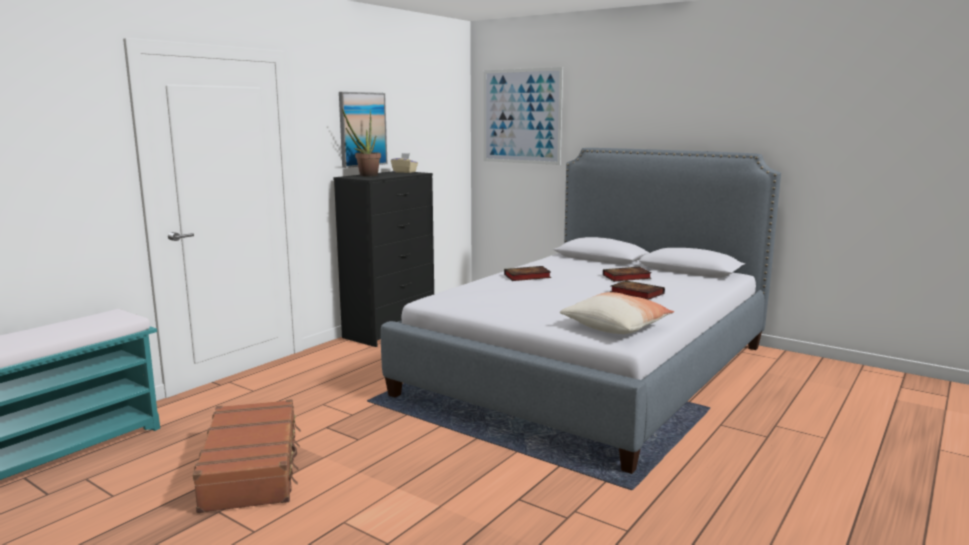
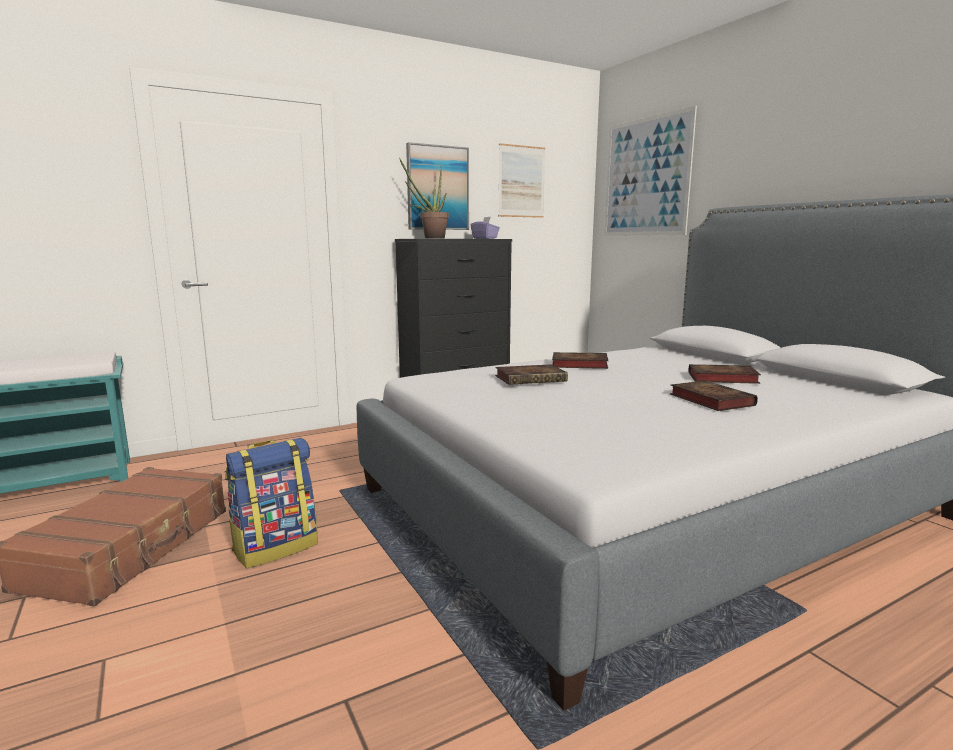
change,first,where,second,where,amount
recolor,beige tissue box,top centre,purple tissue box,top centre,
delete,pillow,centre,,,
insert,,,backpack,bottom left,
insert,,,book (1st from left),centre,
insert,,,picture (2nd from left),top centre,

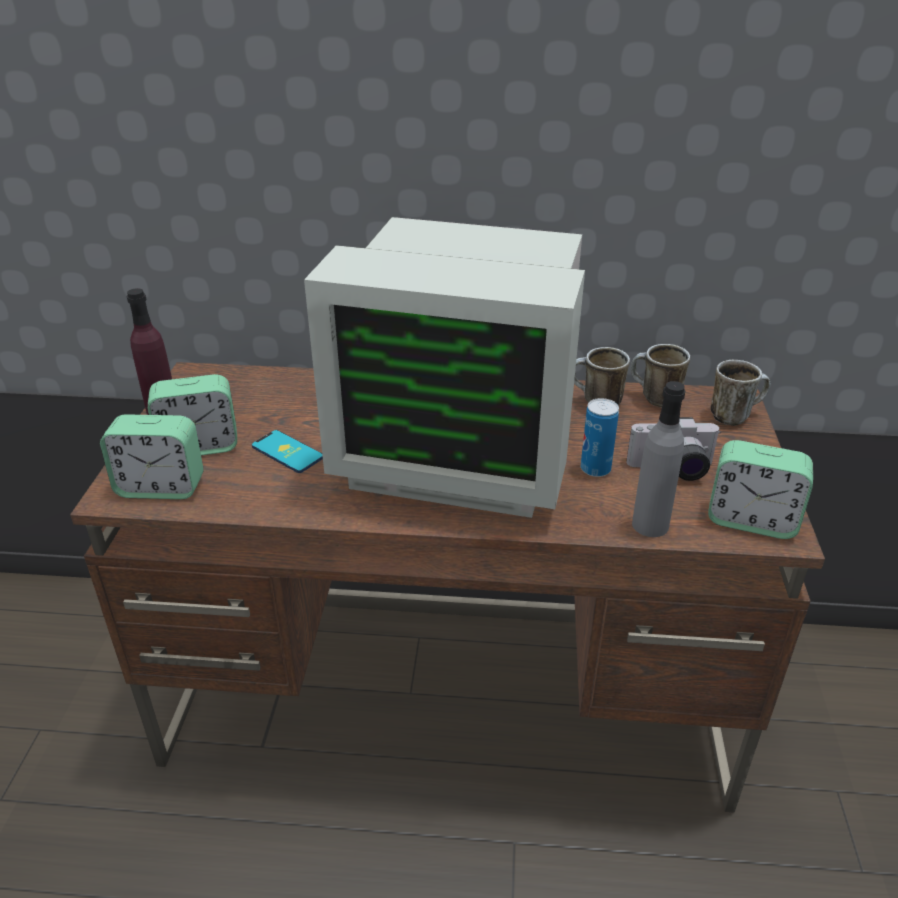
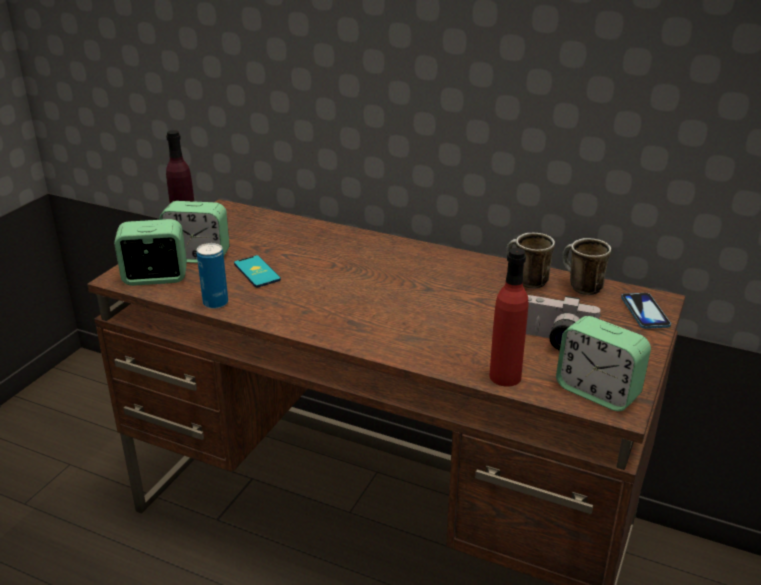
change,first,where,second,where,amount
rotate,alarm clock (1st from left),middle left,,middle left,150 degrees clockwise
delete,monitor,centre,,,
move,can,middle right,,middle left,
recolor,grey bottle,middle right,red bottle,middle right,
replace,mug (3rd from left),middle right,phone (2nd from left),middle right,

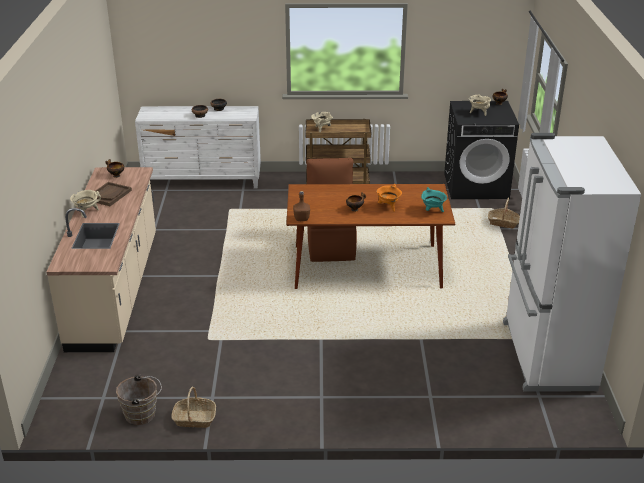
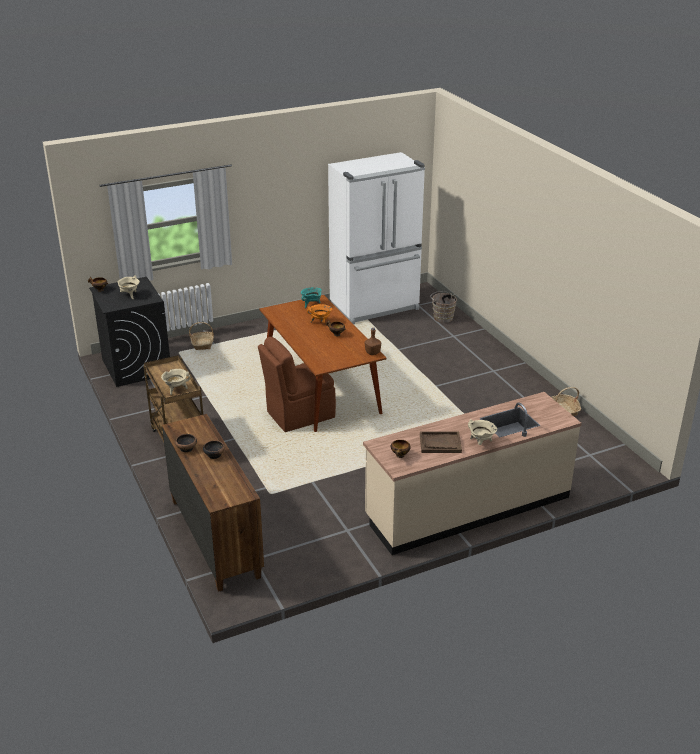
change,first,where,second,where,amount
move,brown bucket,bottom left,,centre,
recolor,white dresser,top left,brown dresser,bottom left,

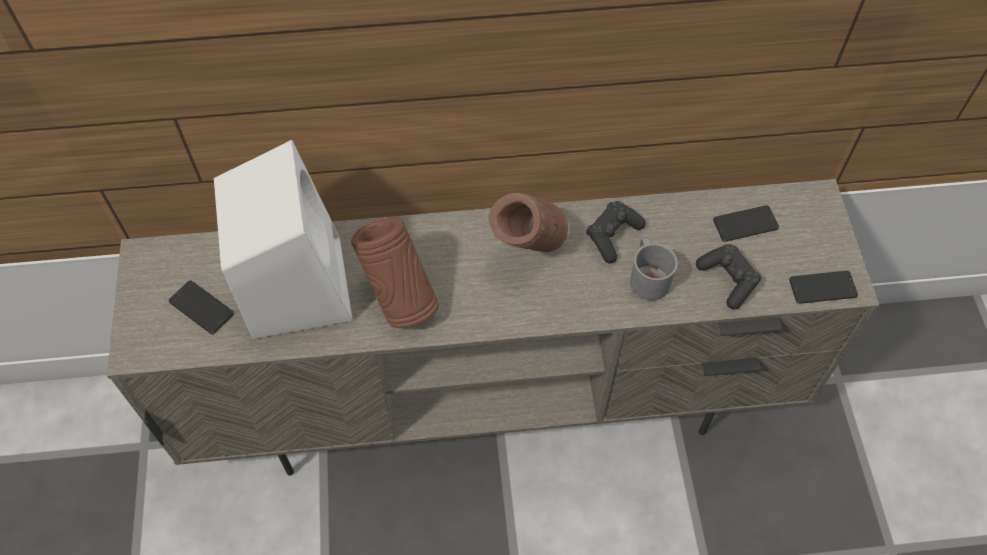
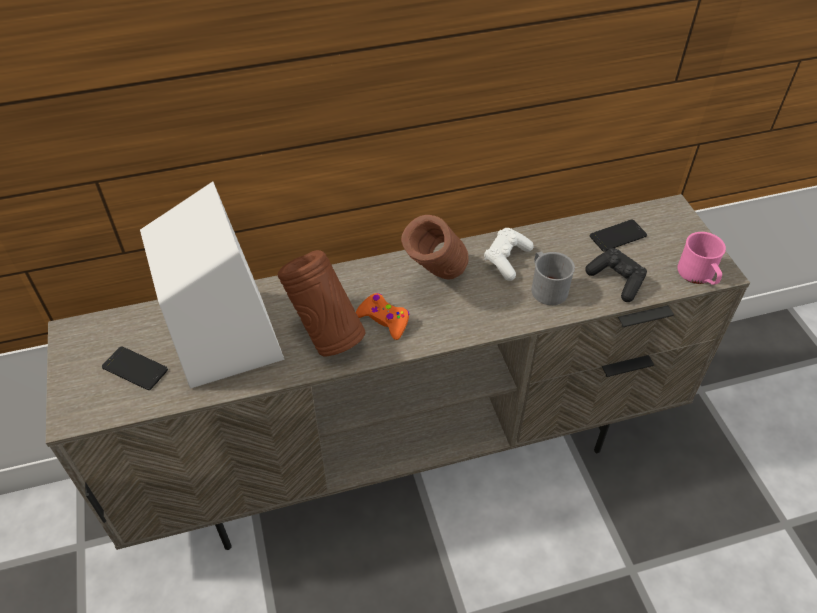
change,first,where,second,where,amount
recolor,black game controller (1st from left),centre,white game controller,centre,
replace,phone (3rd from left),middle right,pink mug,middle right,
insert,,,orange game controller,centre,

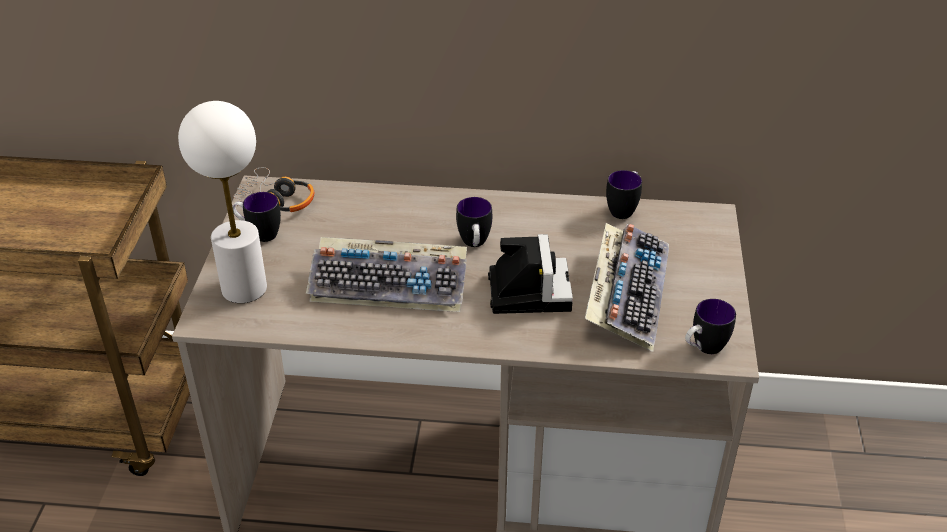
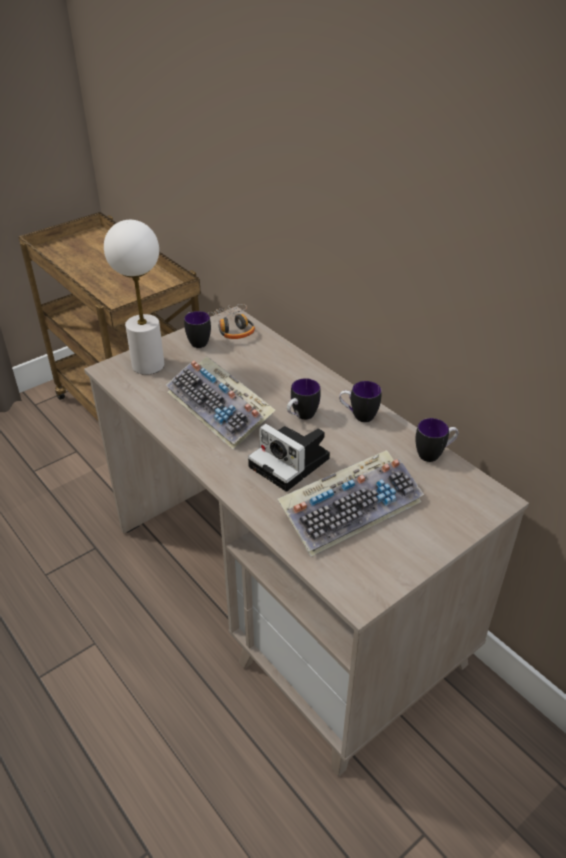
change,first,where,second,where,amount
rotate,photo camera,centre,,centre,90 degrees clockwise
move,mug (4th from left in the first image),middle right,mug (3rd from left),centre,

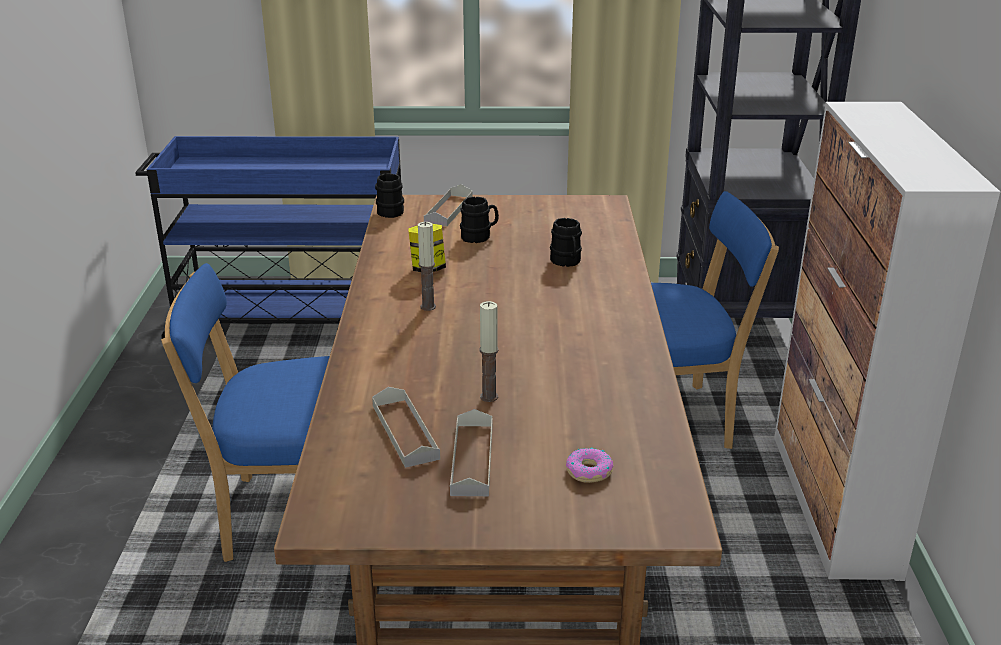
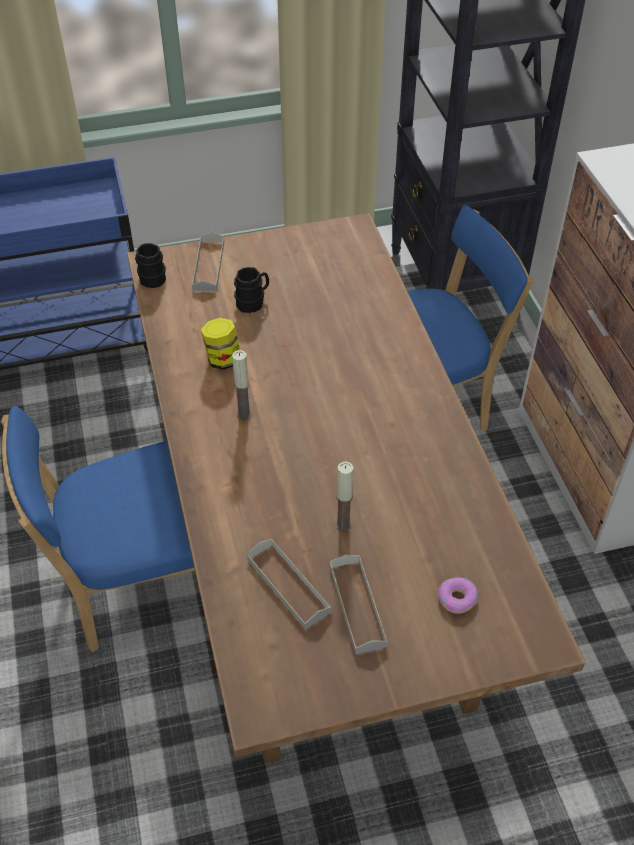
change,first,where,second,where,amount
delete,black mug (3rd from left),centre,,,

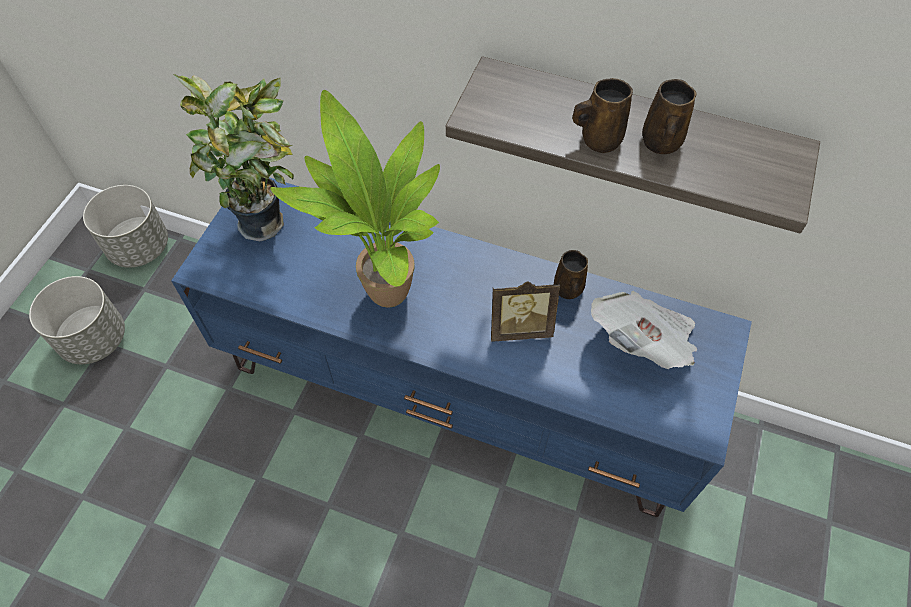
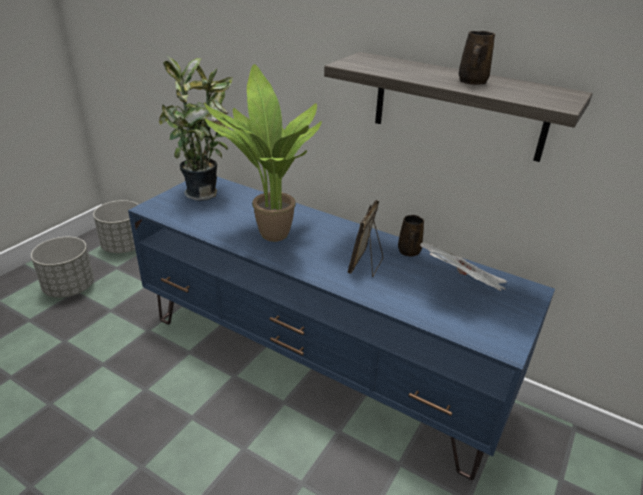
change,first,where,second,where,amount
rotate,picture frame,centre,,centre,105 degrees clockwise
delete,brown mug (2nd from left),top centre,,,

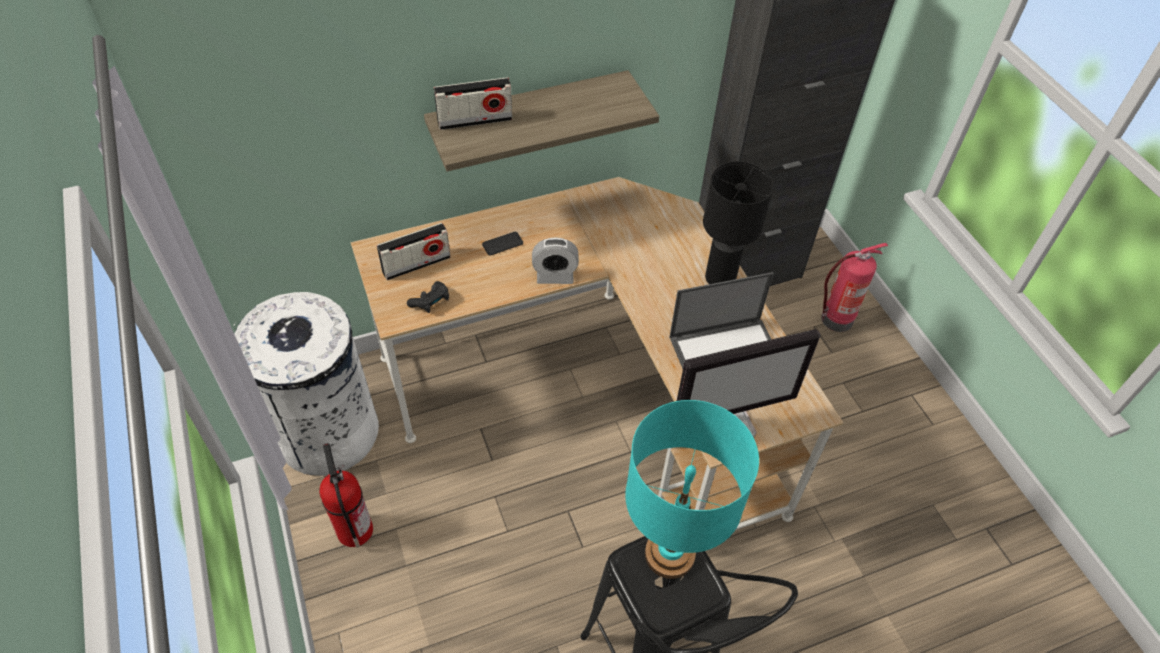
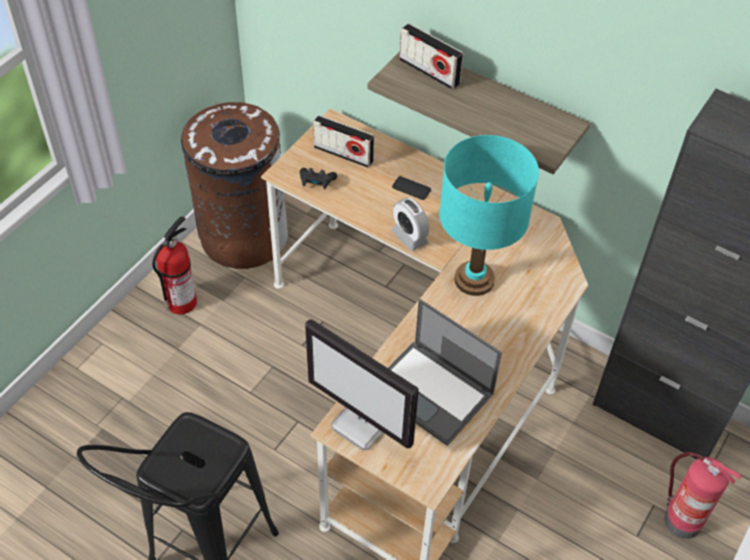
change,first,where,second,where,amount
recolor,white trash can,middle left,brown trash can,top left,
move,turquoise table lamp,bottom centre,,centre,
delete,black table lamp,centre,,,

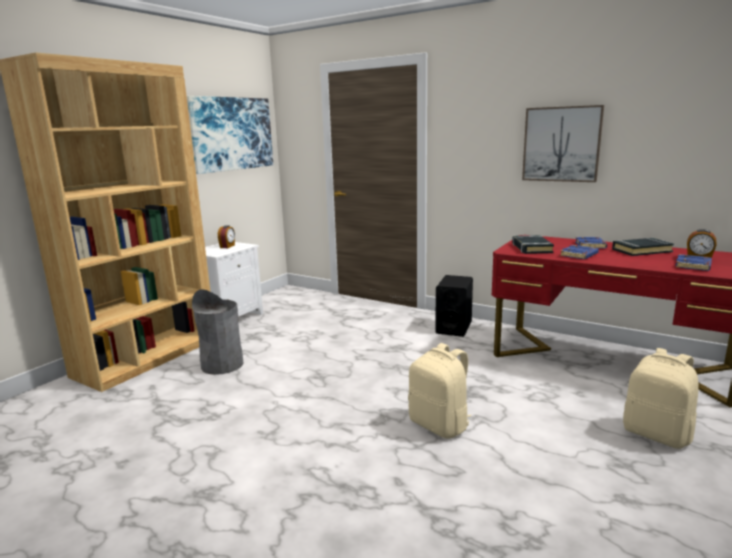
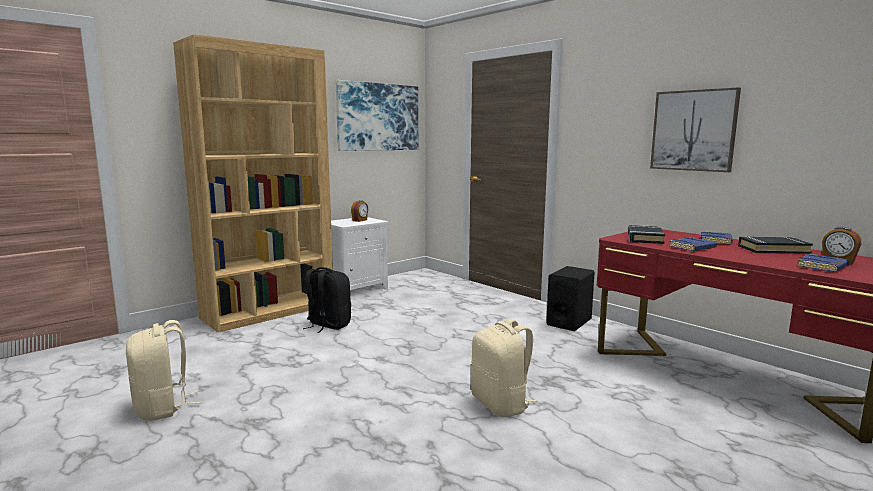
change,first,where,second,where,amount
replace,grey trash can,middle left,black backpack,centre,
move,beige backpack (2nd from left in the first image),bottom right,beige backpack (1st from left),bottom left,

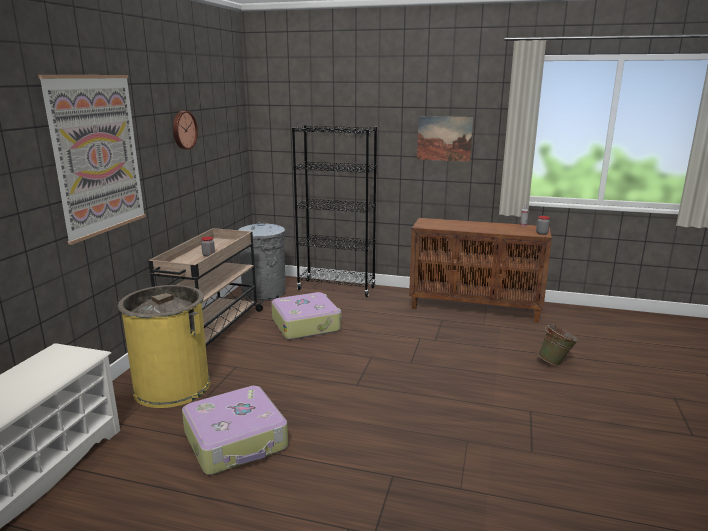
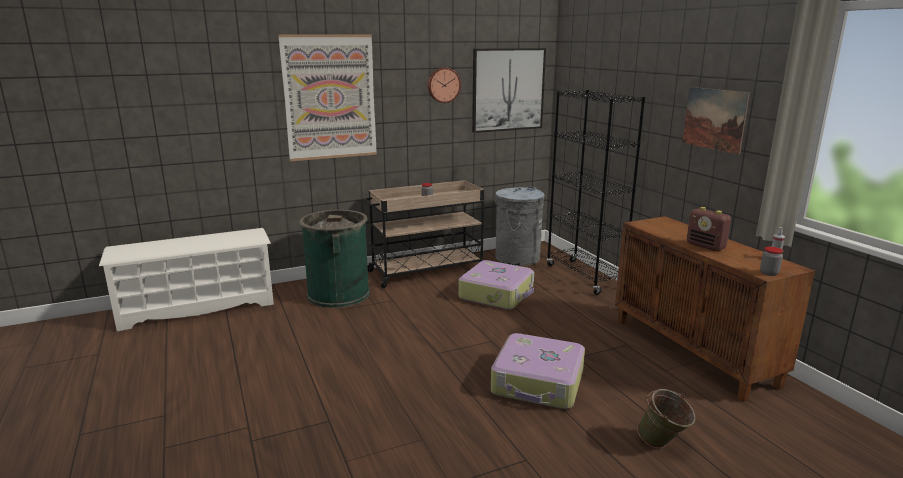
change,first,where,second,where,amount
recolor,yellow trash can,middle left,green trash can,centre,
move,suitcase (1st from left in the first image),bottom left,suitcase (2nd from left),bottom centre,
insert,,,picture (2nd from left),top centre,
insert,,,radio,middle right,

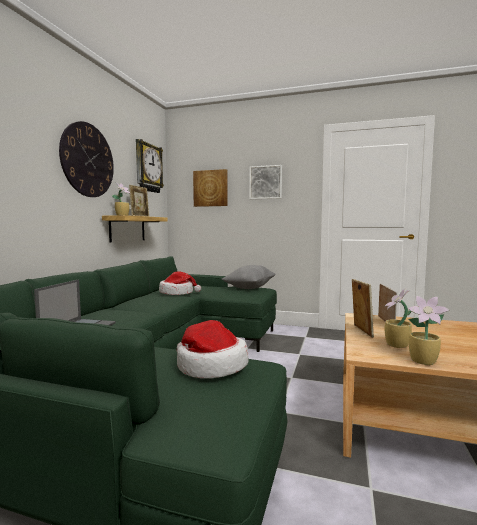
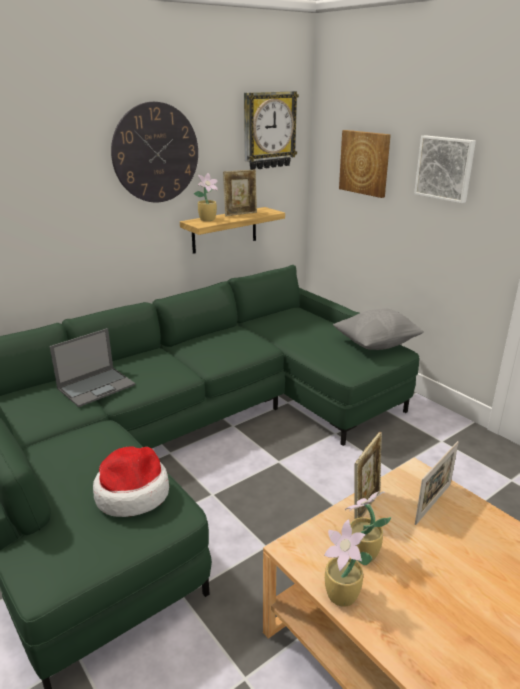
change,first,where,second,where,amount
delete,hat (1st from left),centre,,,

